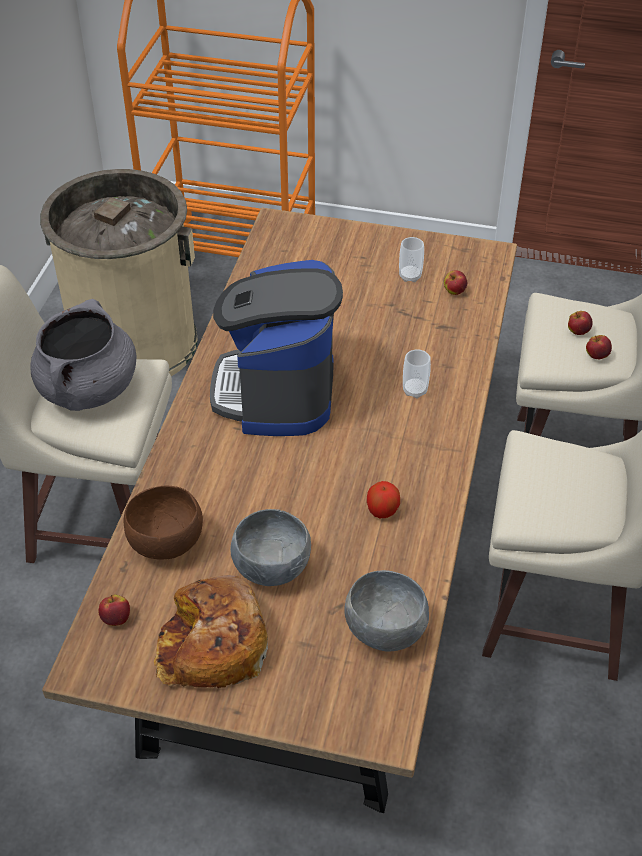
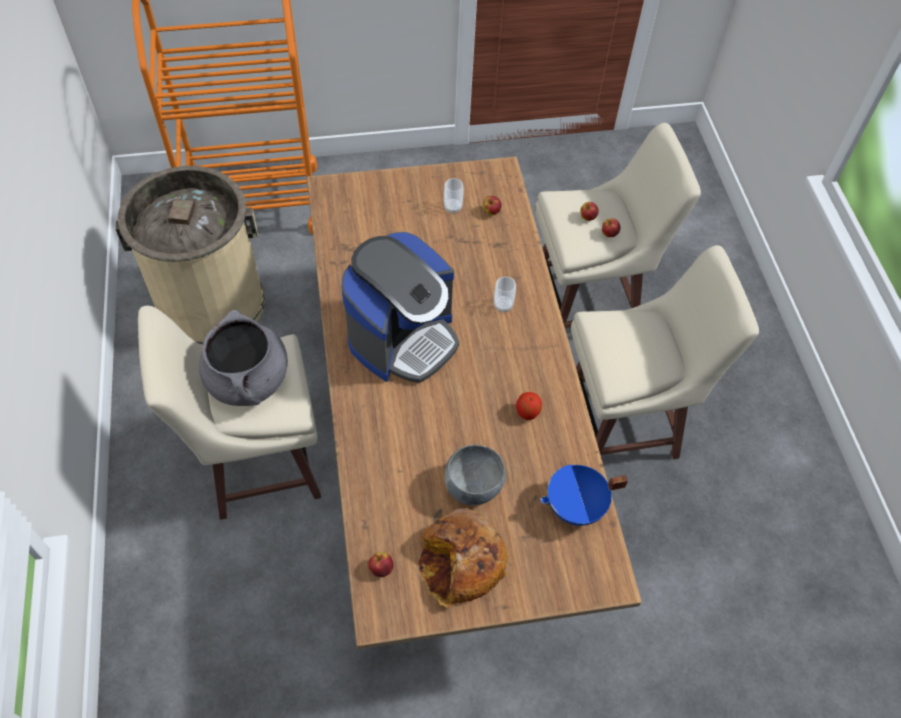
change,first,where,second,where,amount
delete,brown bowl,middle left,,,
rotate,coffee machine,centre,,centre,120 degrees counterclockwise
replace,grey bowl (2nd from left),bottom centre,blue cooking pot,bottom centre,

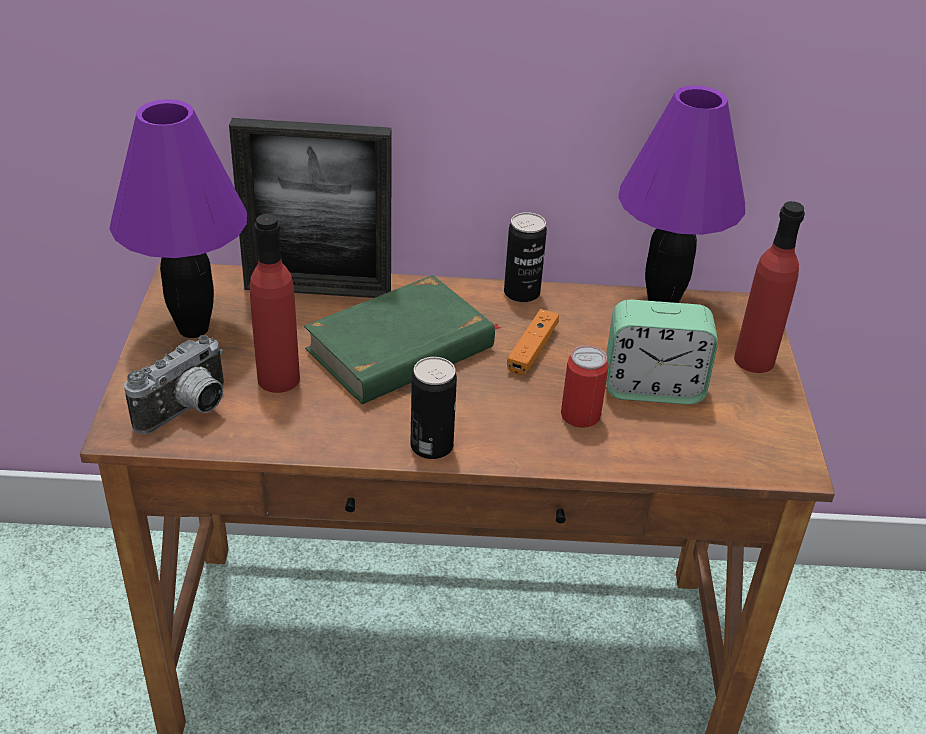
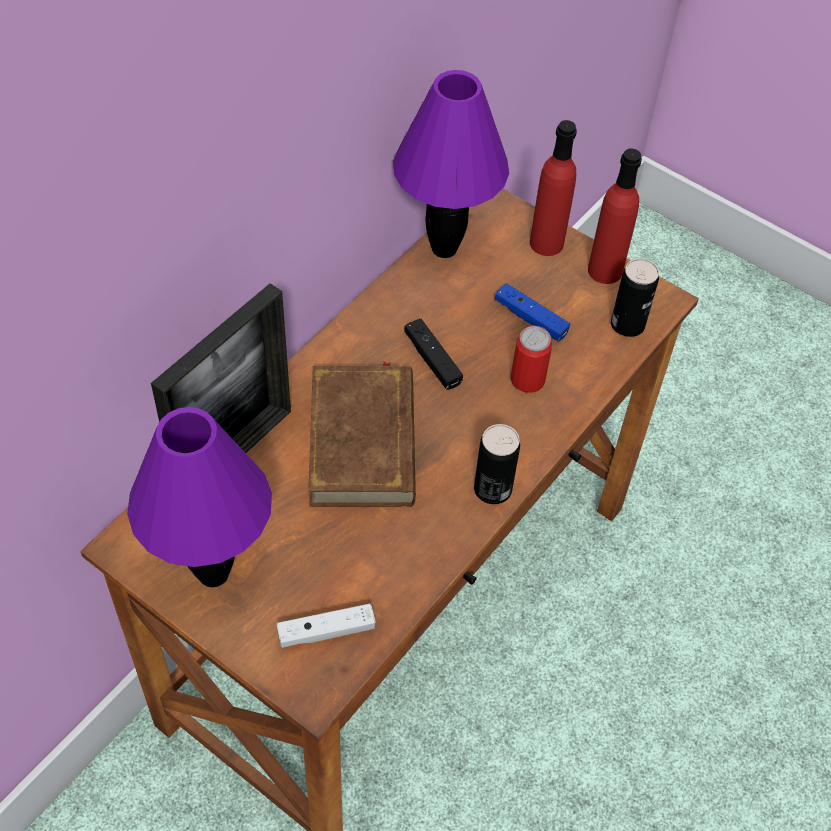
change,first,where,second,where,amount
replace,photo camera,middle left,white game controller,bottom centre,
move,red bottle (1st from left in the first image),middle left,red bottle (2nd from left),top right,
recolor,green book,centre,brown book,centre,
move,can (2nd from left in the first image),centre,can (3rd from left),middle right,
recolor,orange game controller,centre,black game controller,centre,
replace,alarm clock,middle right,blue game controller,centre,

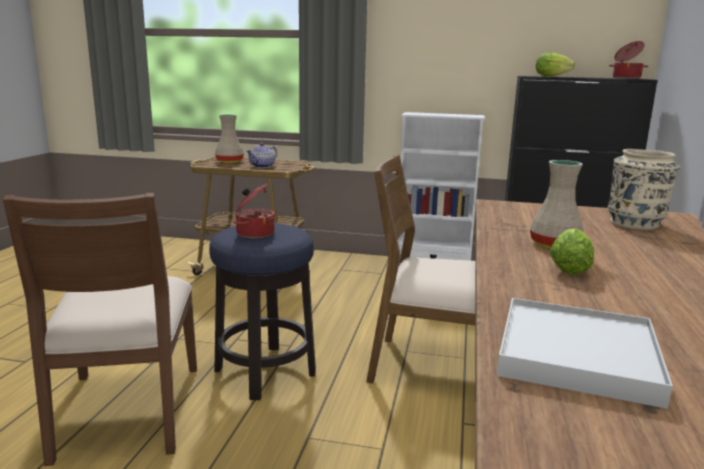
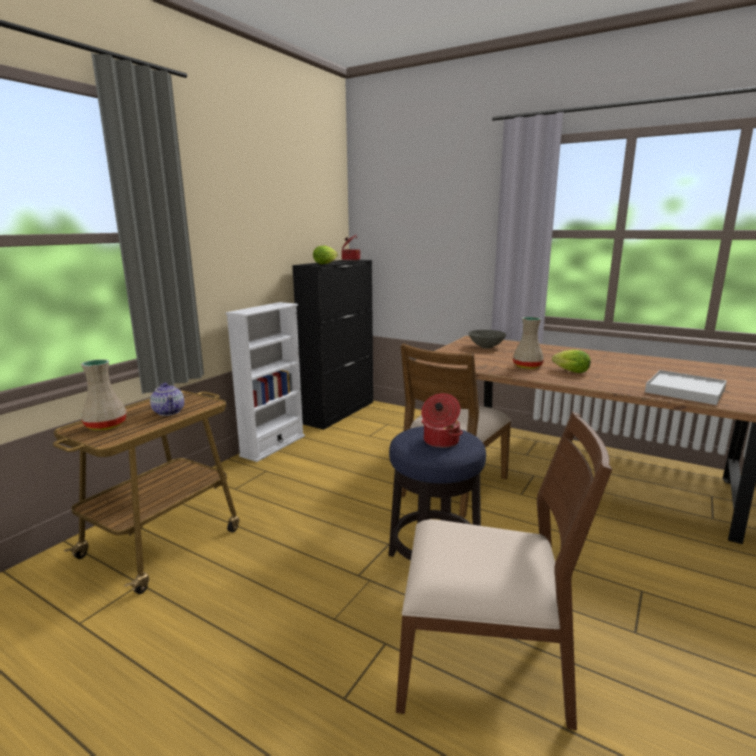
change,first,where,second,where,amount
replace,beige vase (3rd from left),middle right,grey bowl,centre,

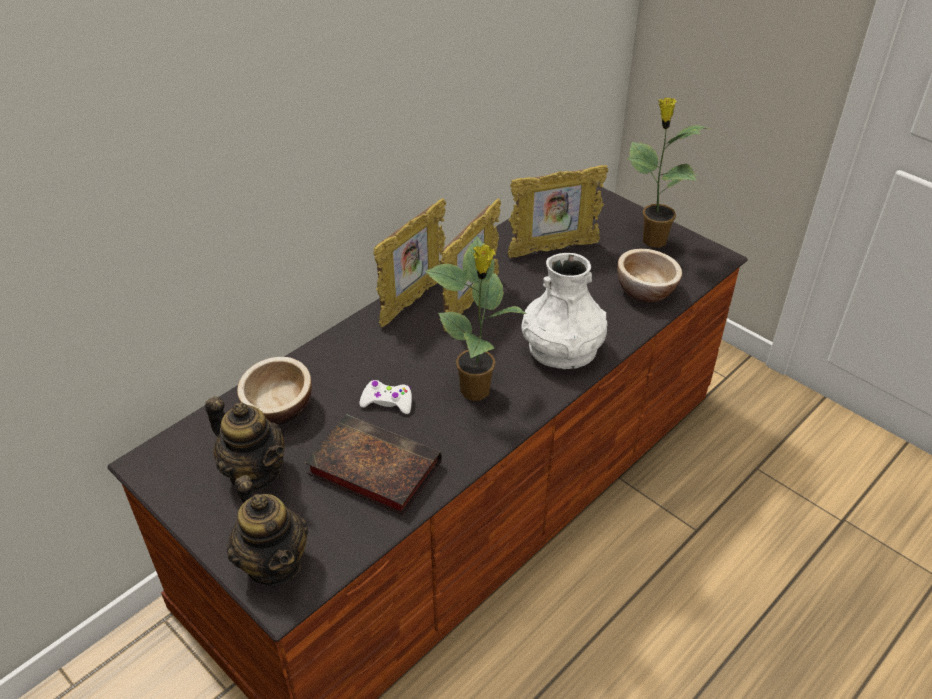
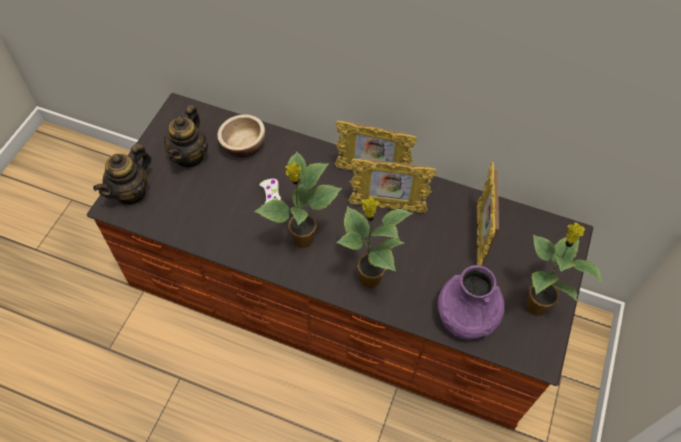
change,first,where,second,where,amount
delete,book,centre,,,
rotate,picture frame (3rd from left),top centre,,middle right,45 degrees clockwise
replace,white vase,centre,potted plant (2nd from left),centre,
replace,bowl (2nd from left),middle right,purple vase,bottom right,

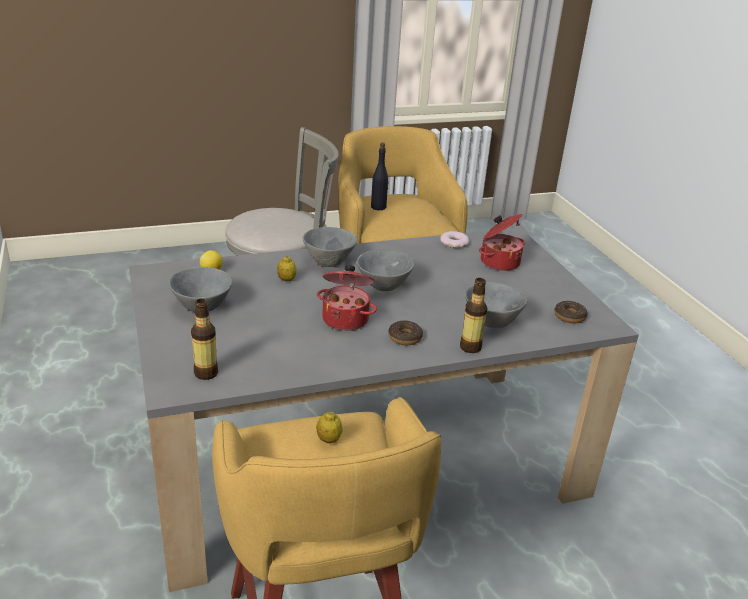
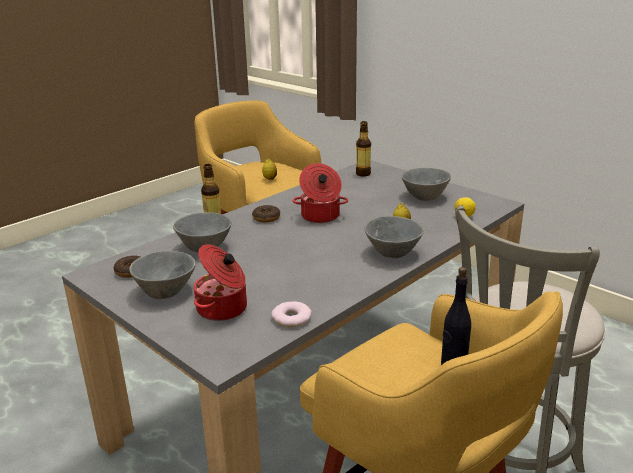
change,first,where,second,where,amount
move,grey bowl (3rd from left in the first image),centre,grey bowl (1st from left),middle left,

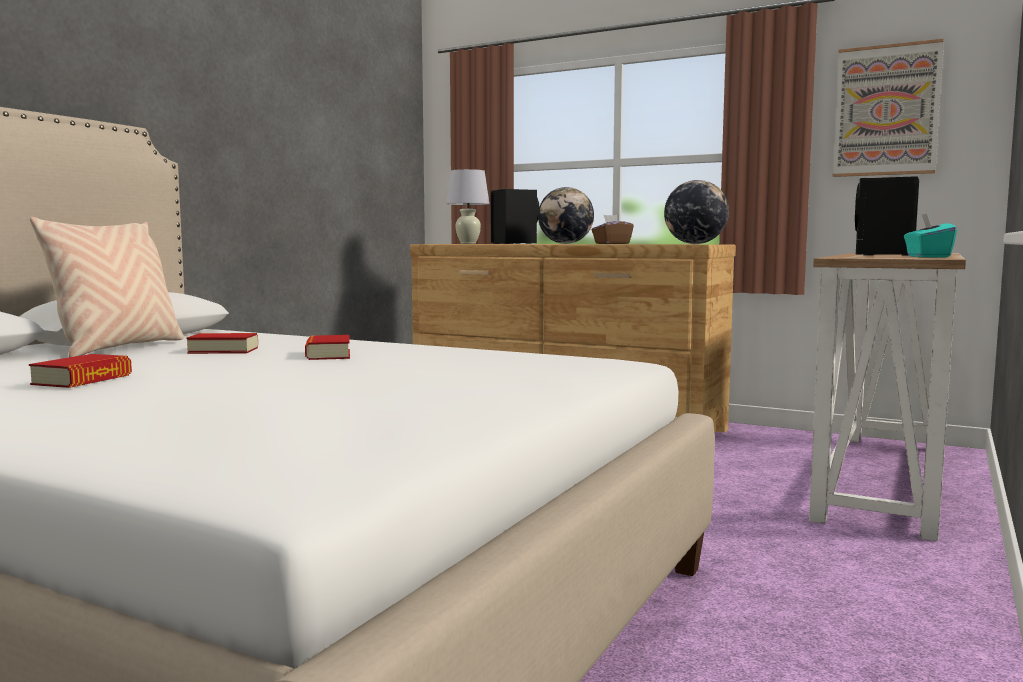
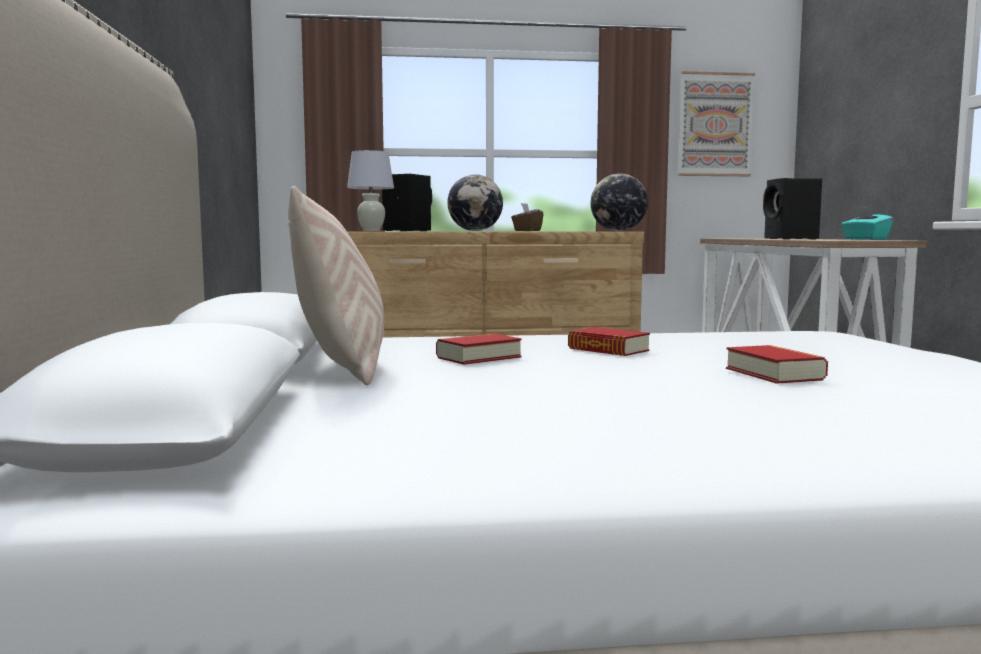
change,first,where,second,where,amount
move,book (1st from left in the first image),middle left,book (3rd from left),middle right,

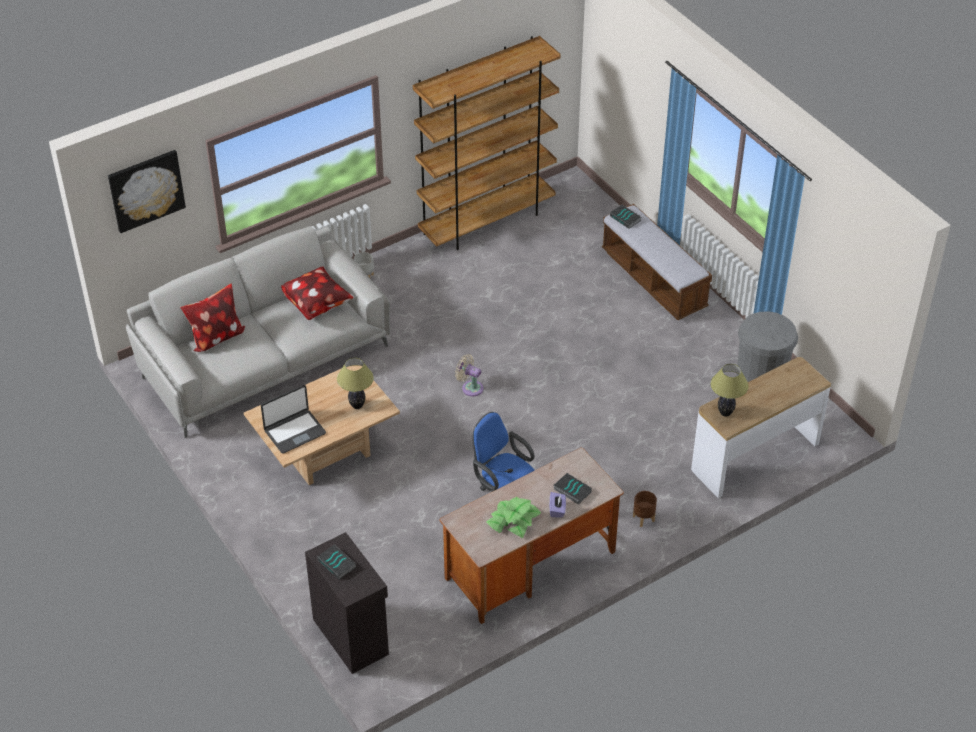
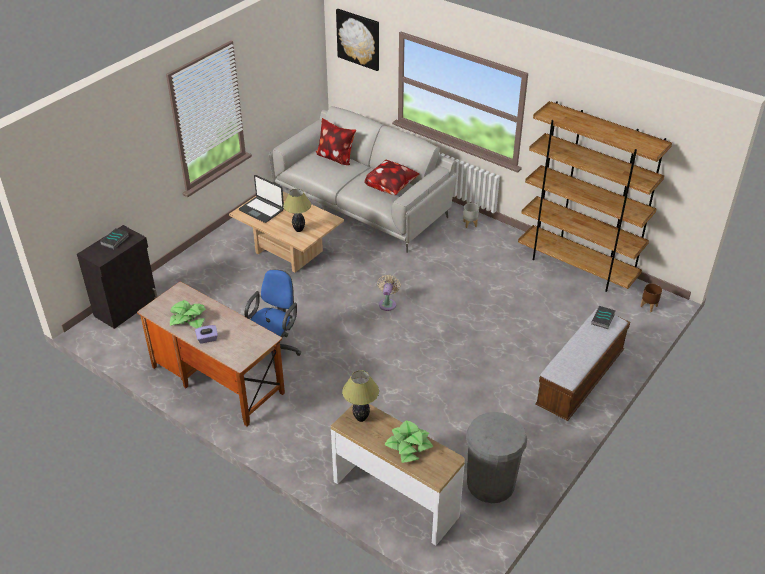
change,first,where,second,where,amount
delete,book (2nd from left),bottom centre,,,
move,brown planter,bottom centre,,middle right,
insert,,,potted plant (2nd from left),bottom centre,

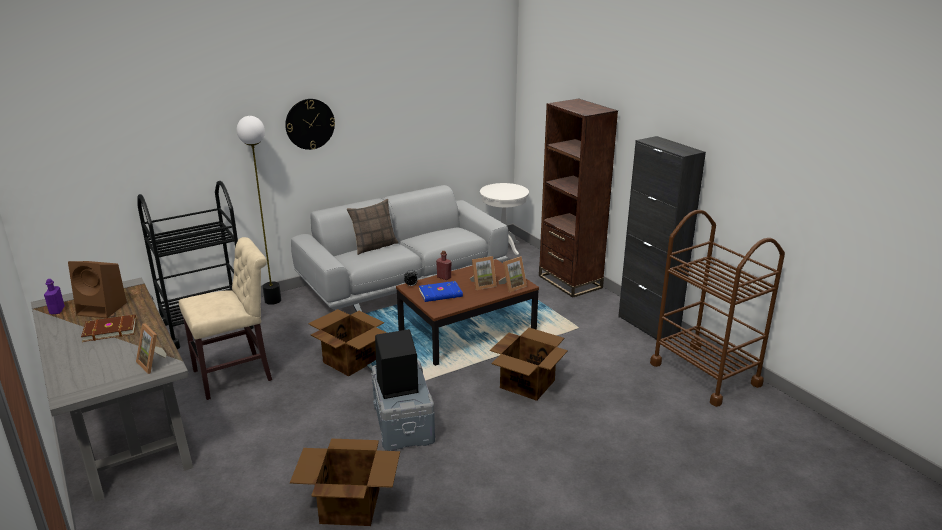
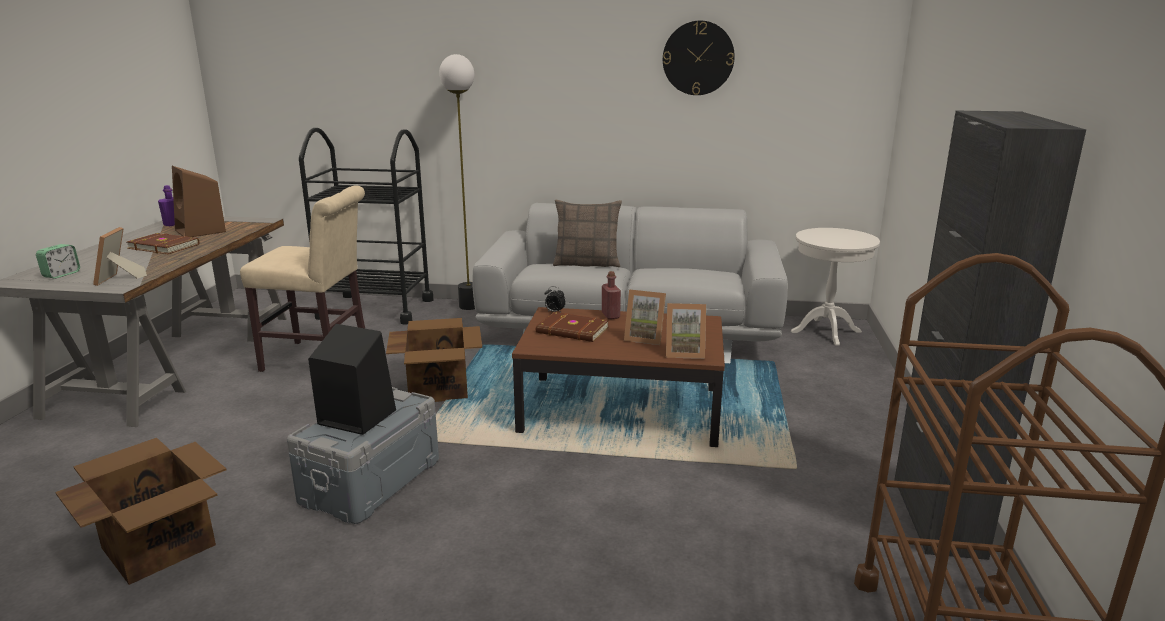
change,first,where,second,where,amount
move,wall clock,top left,,top centre,
recolor,blue book,centre,brown book (2nd from left),centre,
delete,cardboard box (3rd from left),bottom centre,,,
delete,brown bookcase,centre,,,
insert,,,alarm clock (1st from left),middle left,

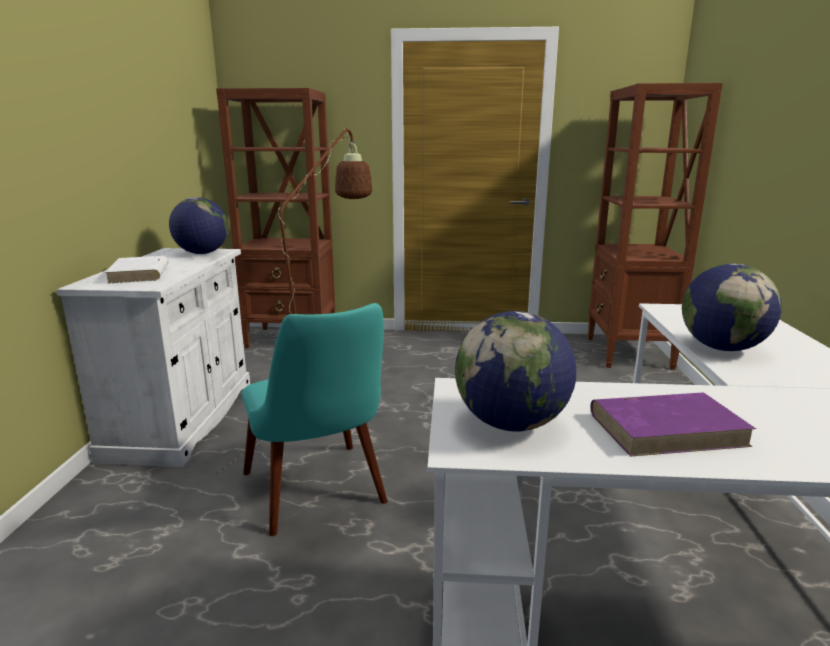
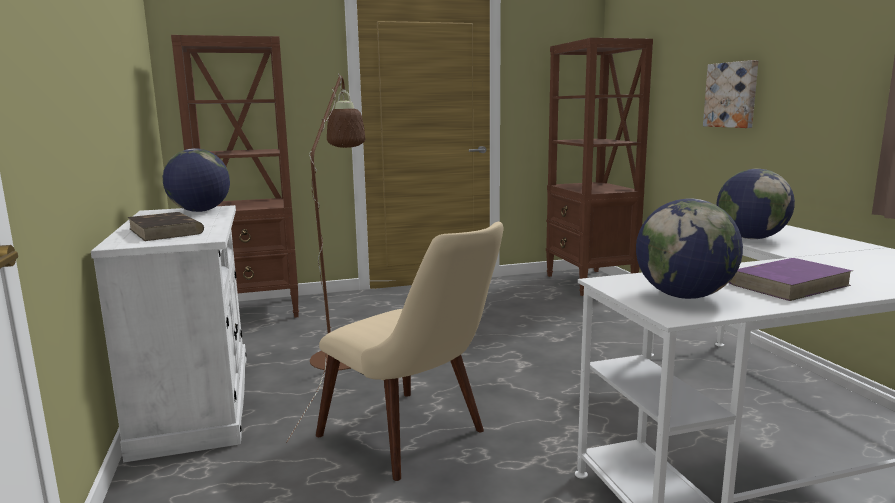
change,first,where,second,where,amount
recolor,white book,middle left,brown book,middle left,
recolor,turquoise chair,centre,beige chair,bottom centre,
insert,,,picture,top right,

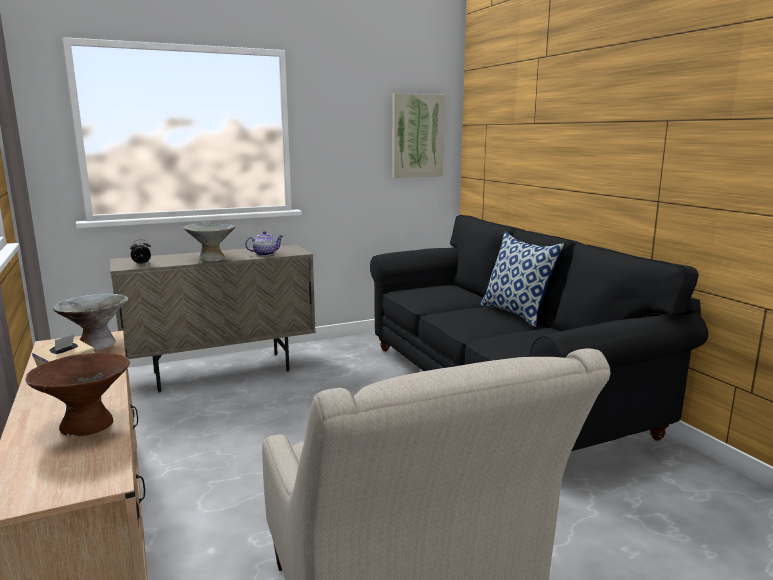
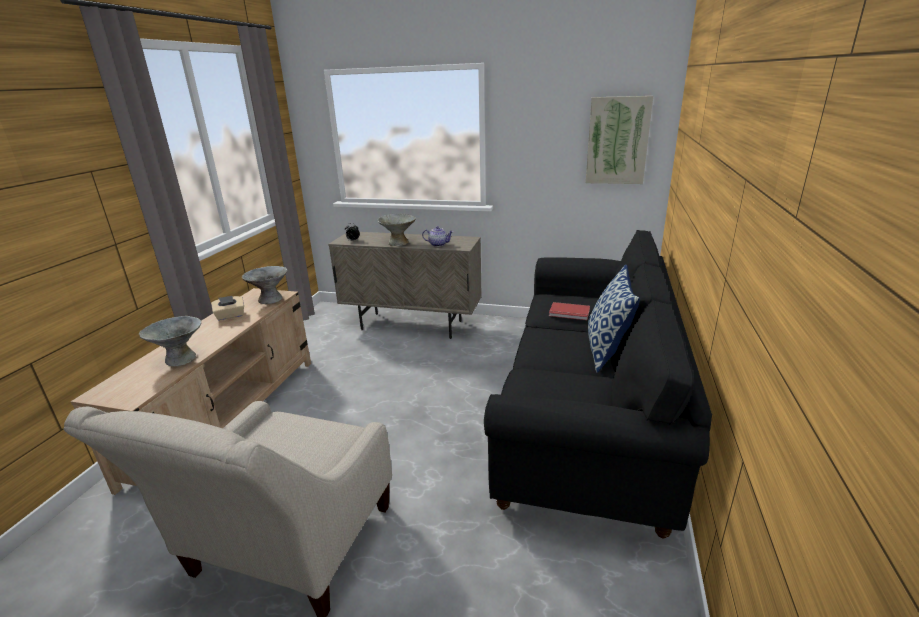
change,first,where,second,where,amount
recolor,brown bowl,bottom left,grey bowl (1st from left),middle left,
insert,,,red book,centre,

